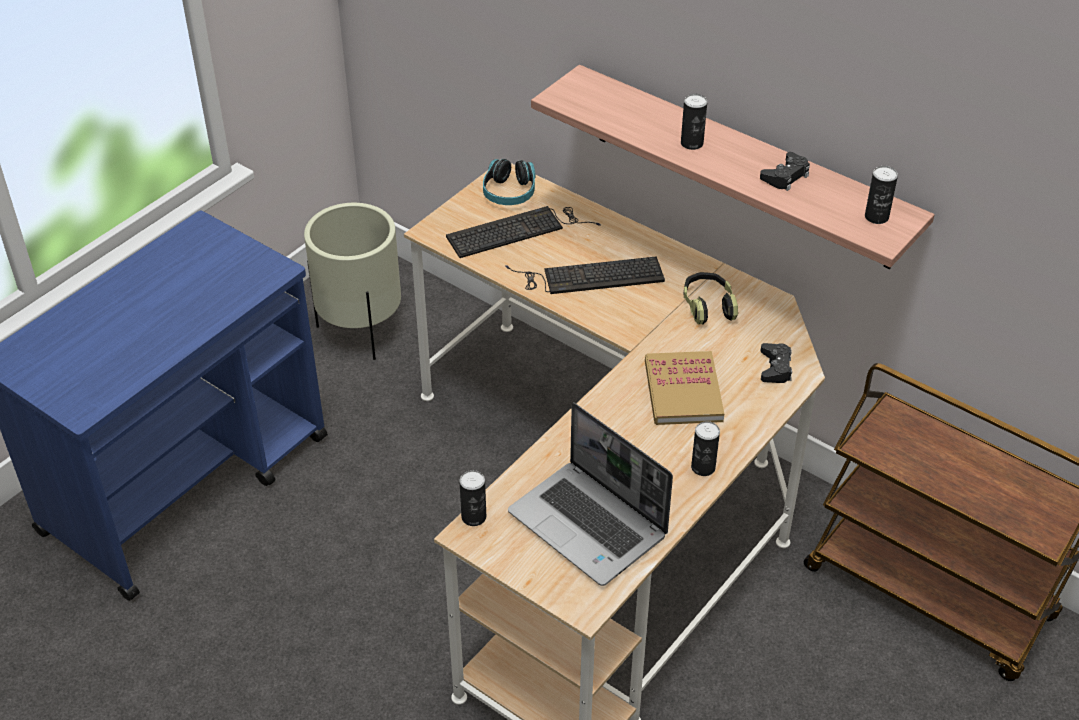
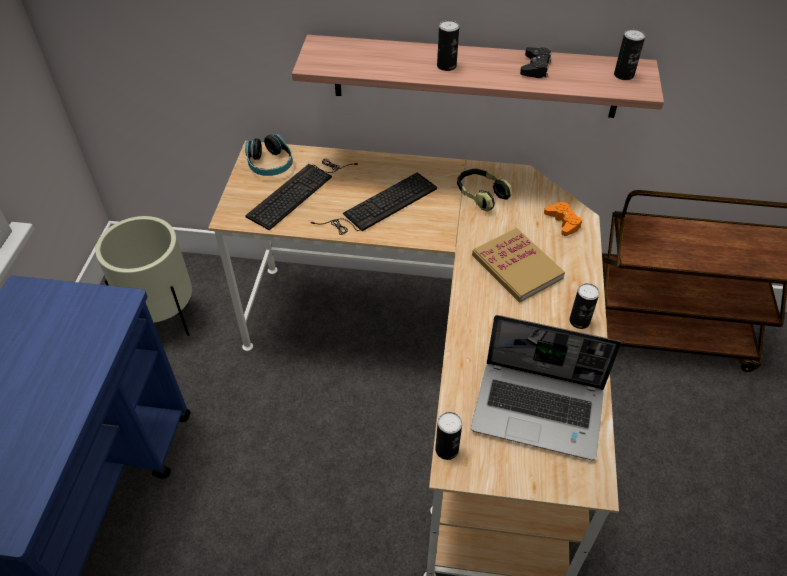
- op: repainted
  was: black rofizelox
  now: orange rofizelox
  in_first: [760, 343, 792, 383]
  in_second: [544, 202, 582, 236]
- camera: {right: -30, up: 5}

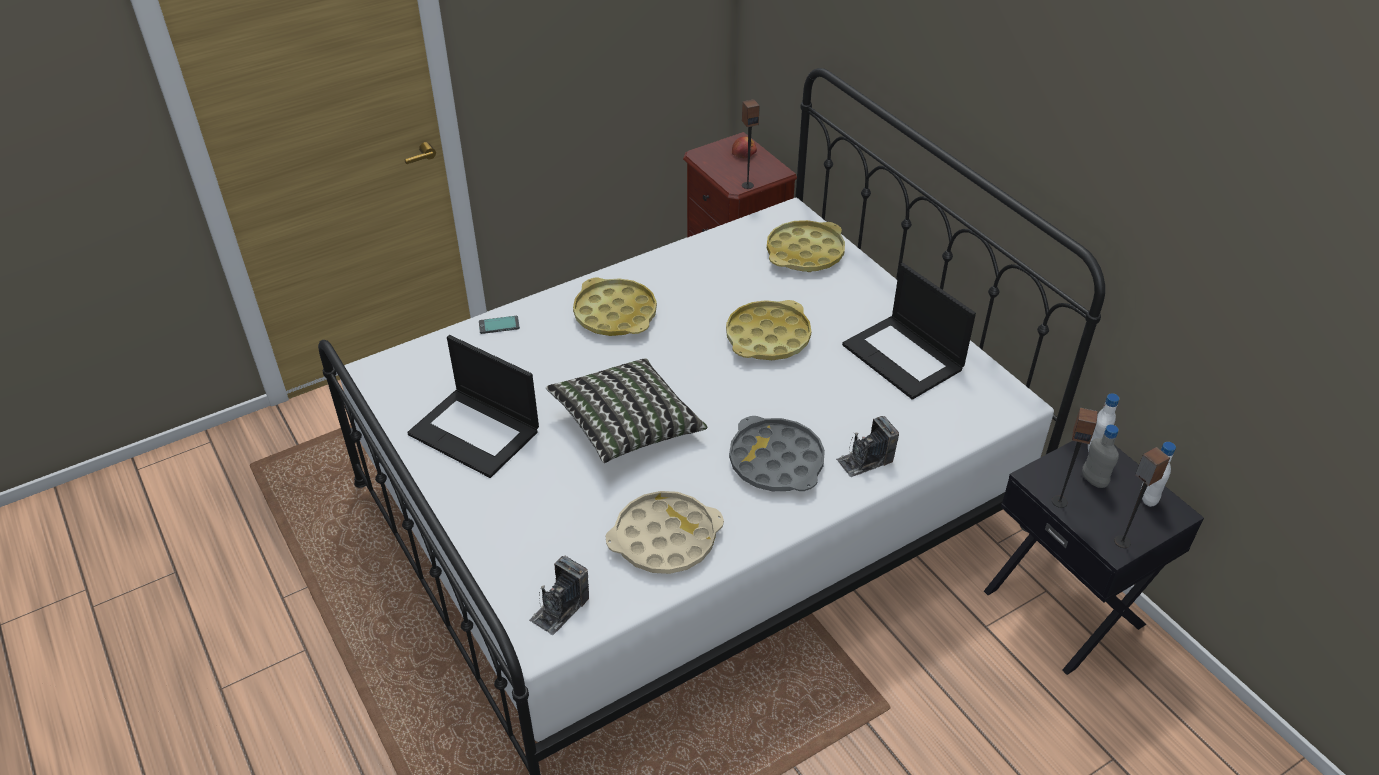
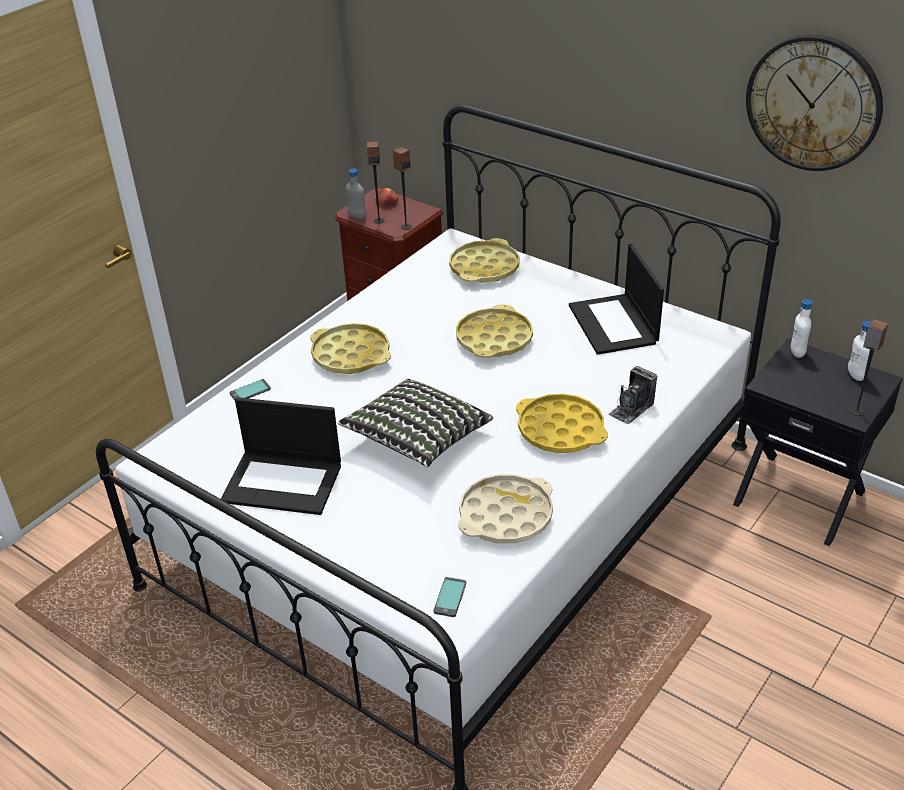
- op: swapped
  was: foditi
  now: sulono
  in_first: [529, 555, 589, 635]
  in_second: [434, 577, 466, 617]
- op: repainted
  was: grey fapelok
  now: yellow fapelok
  in_first: [729, 416, 825, 491]
  in_second: [516, 394, 608, 453]
- op: rotated
  was: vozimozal
  in_first: [842, 263, 976, 400]
  in_second: [569, 244, 664, 355]
  clockwise: 45
- op: shifted
  was: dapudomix
  in_first: [1052, 408, 1098, 508]
  in_second: [367, 141, 384, 224]
- op: shifted
  was: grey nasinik
  in_first: [1082, 425, 1119, 488]
  in_second: [345, 168, 366, 219]
- op: new
  now: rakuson
  in_second: [746, 35, 883, 171]
- camera: {right: -20, up: -5}

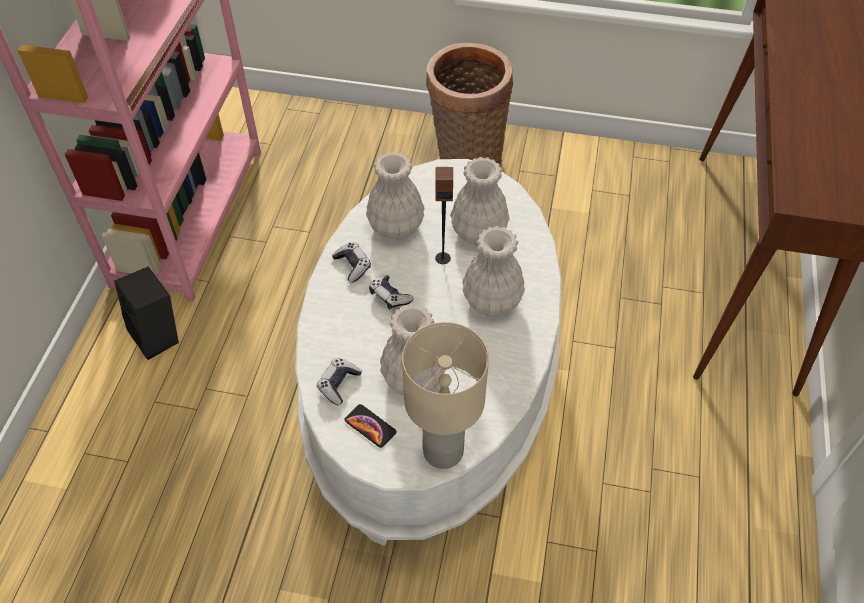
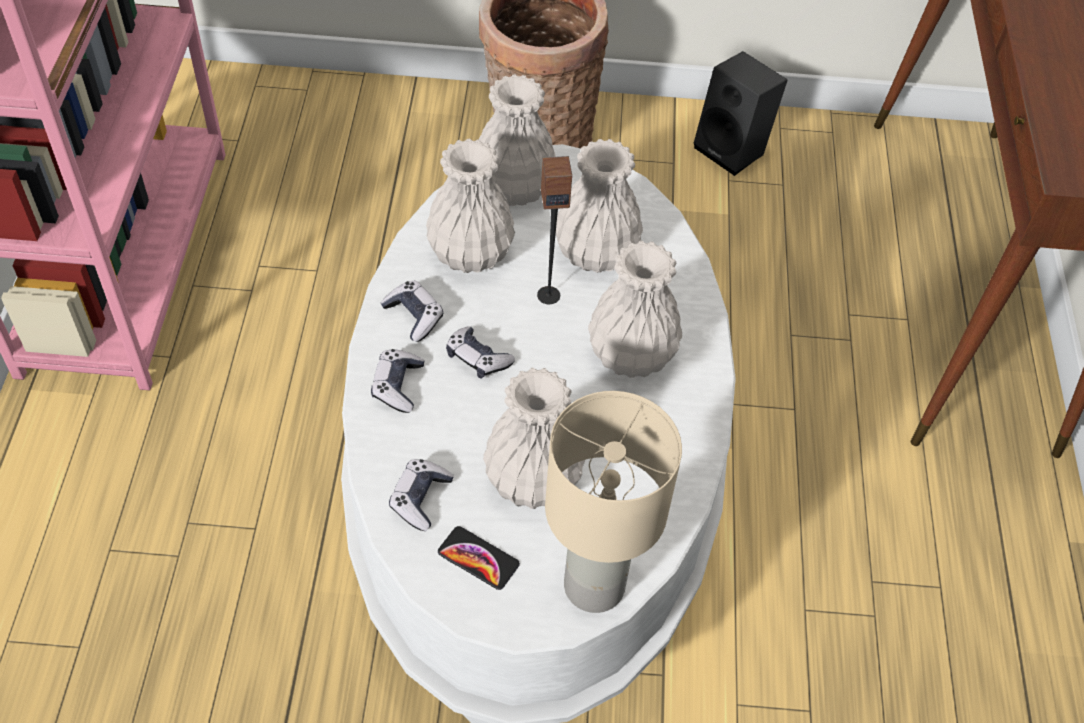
- op: shifted
  was: black dapudomix
  in_first: [114, 266, 179, 360]
  in_second: [694, 51, 788, 176]
- op: new
  now: rofizelox
  in_second: [371, 349, 425, 413]
- op: new
  now: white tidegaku
  in_second: [479, 74, 556, 206]
- camera: {right: -10, up: 0}

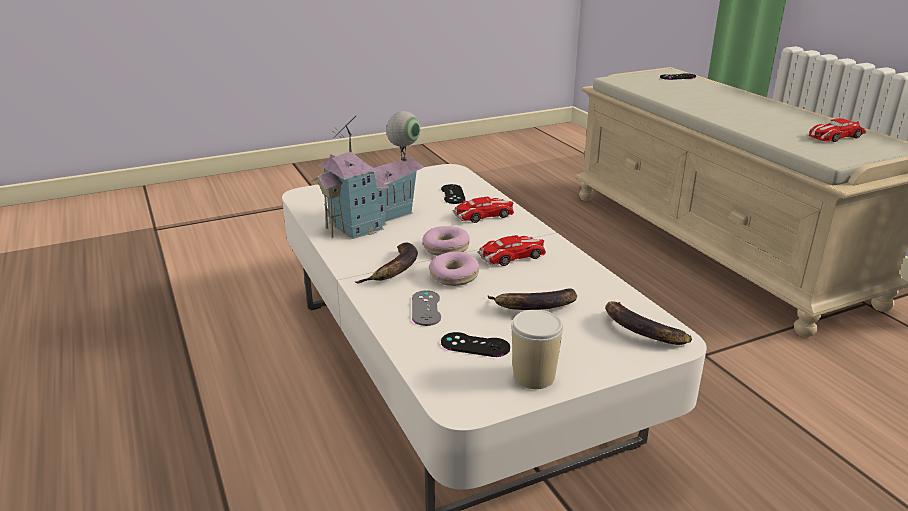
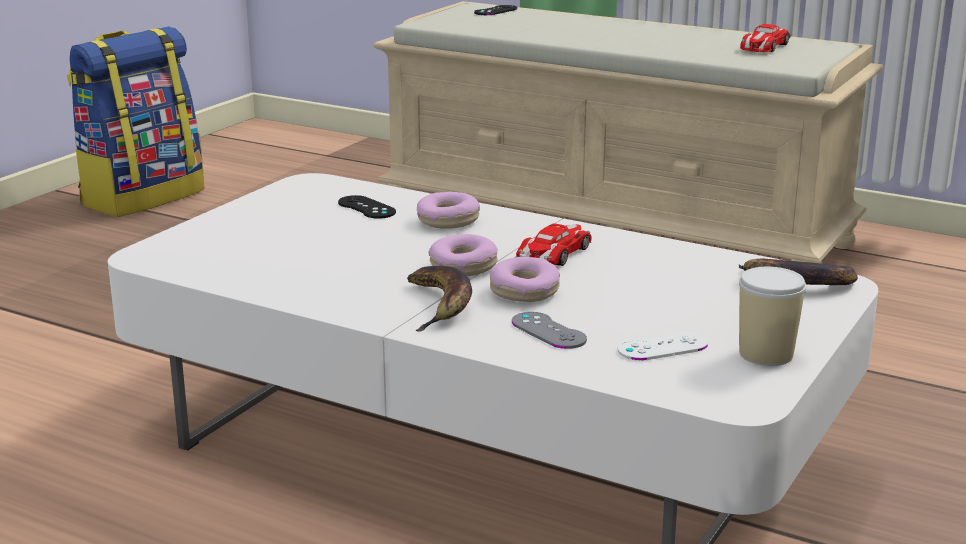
- op: gone
  was: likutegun
  in_first: [312, 111, 424, 239]
- op: repainted
  was: black rofizelox
  now: white rofizelox
  in_first: [441, 332, 510, 357]
  in_second: [618, 332, 708, 361]
- op: swapped
  was: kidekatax
  now: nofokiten
  in_first: [453, 197, 514, 223]
  in_second: [417, 192, 480, 229]
- op: gone
  was: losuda
  in_first: [487, 288, 577, 310]
- op: new
  now: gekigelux
  in_second: [67, 27, 204, 217]
- camera: {right: -35, up: -5}

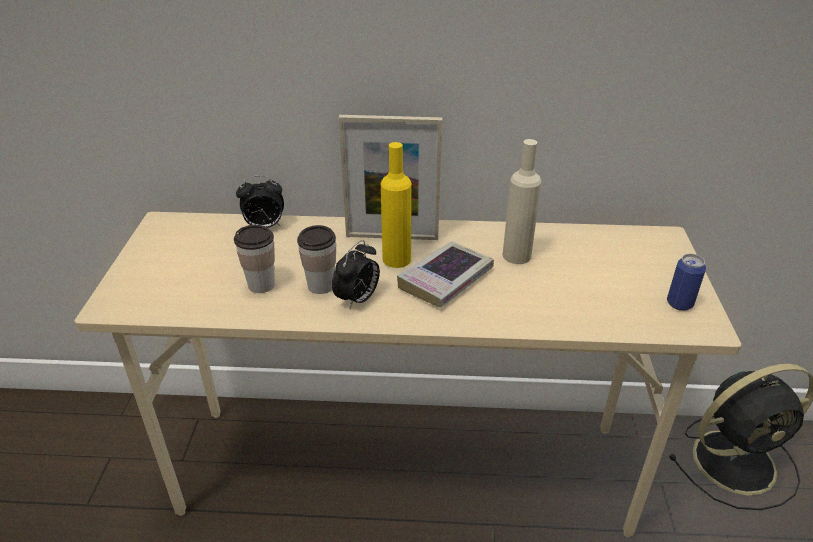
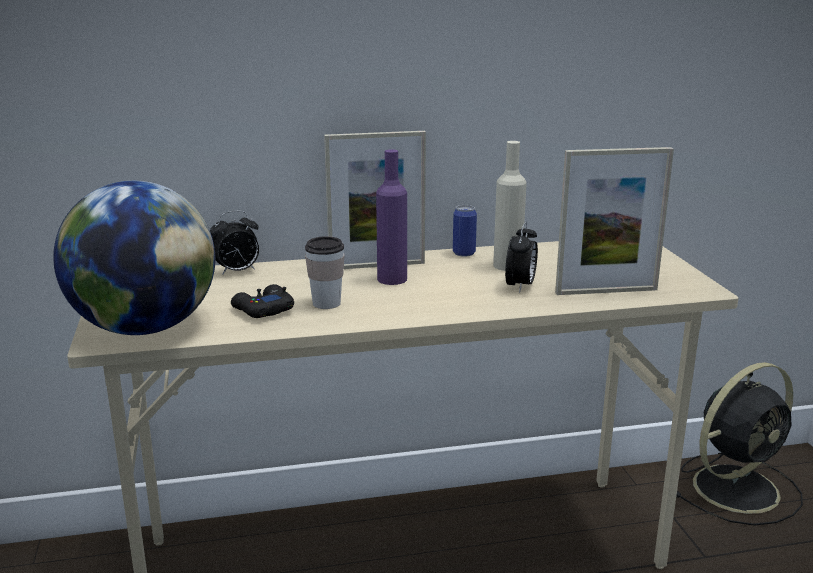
- op: swapped
  was: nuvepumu
  now: black rofizelox
  in_first: [234, 225, 275, 293]
  in_second: [231, 284, 294, 318]
- op: shifted
  was: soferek
  in_first: [332, 240, 380, 309]
  in_second: [505, 221, 538, 293]
- op: repainted
  was: yellow nasinik
  now: purple nasinik
  in_first: [381, 142, 412, 268]
  in_second: [376, 149, 407, 285]
- op: gone
  was: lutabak
  in_first: [397, 241, 494, 308]
- op: shifted
  was: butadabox
  in_first: [667, 254, 706, 311]
  in_second: [453, 205, 477, 257]
- op: new
  now: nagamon
  in_second: [53, 181, 215, 335]
- op: new
  now: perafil
  in_second: [555, 147, 674, 295]
- camera: {right: -15, up: -15}

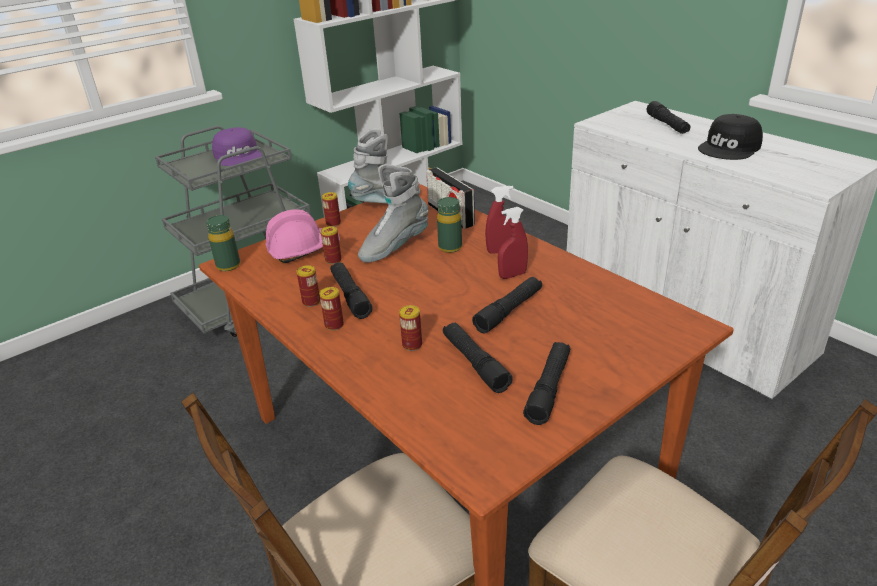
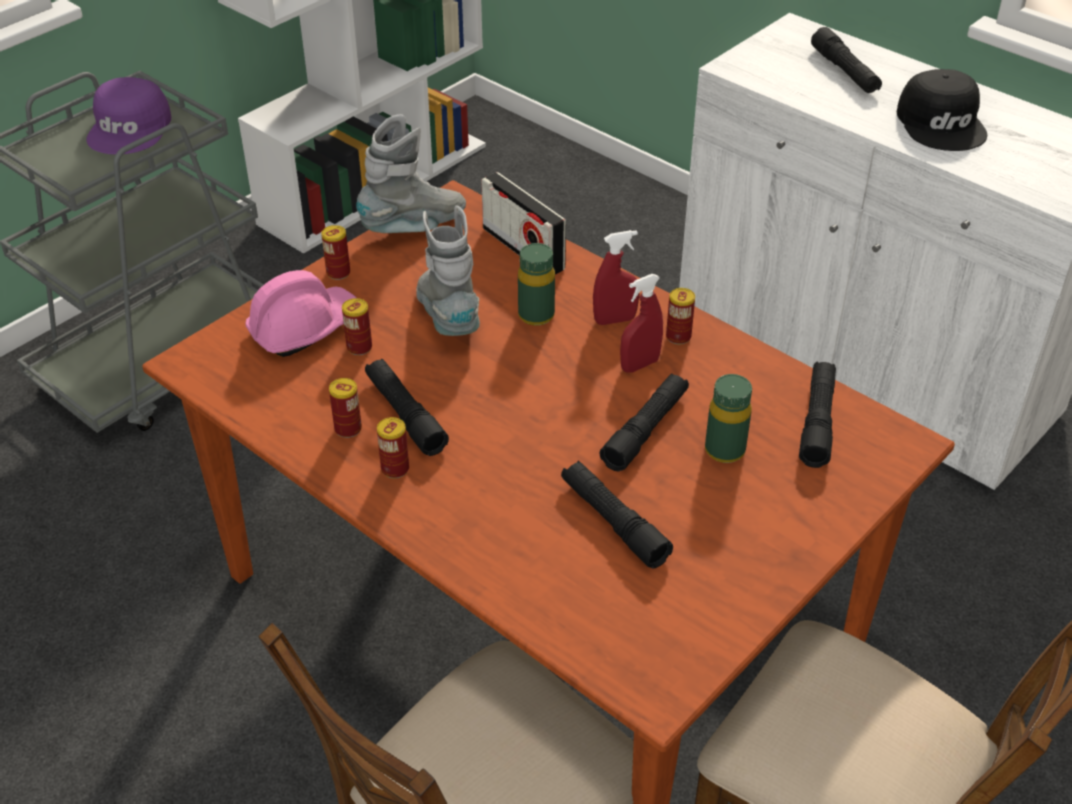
- op: shifted
  was: green nasinik
  in_first: [206, 215, 240, 271]
  in_second: [705, 374, 752, 463]
- op: rotated
  was: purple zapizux
  in_first: [212, 127, 262, 166]
  in_second: [86, 77, 171, 155]
  clockwise: 45
- op: rotated
  was: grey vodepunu
  in_first: [358, 164, 429, 263]
  in_second: [416, 205, 480, 336]
  clockwise: 120
- op: shifted
  was: butadabox
  in_first: [399, 305, 422, 351]
  in_second: [666, 288, 695, 345]
- op: shifted
  was: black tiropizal
  in_first: [523, 342, 570, 425]
  in_second: [799, 361, 836, 468]
- op: rotated
  was: black zapizux
  in_first: [698, 114, 763, 160]
  in_second: [897, 69, 987, 151]
  clockwise: -45
- camera: {right: -10, up: 10}

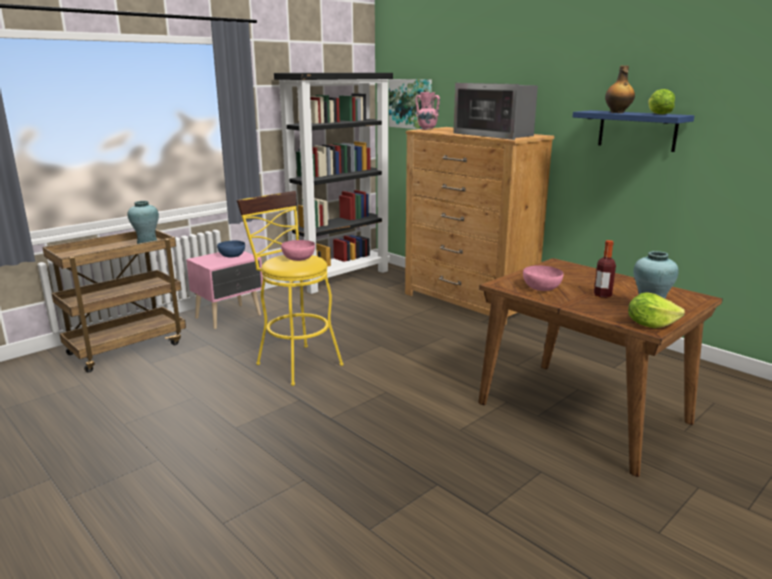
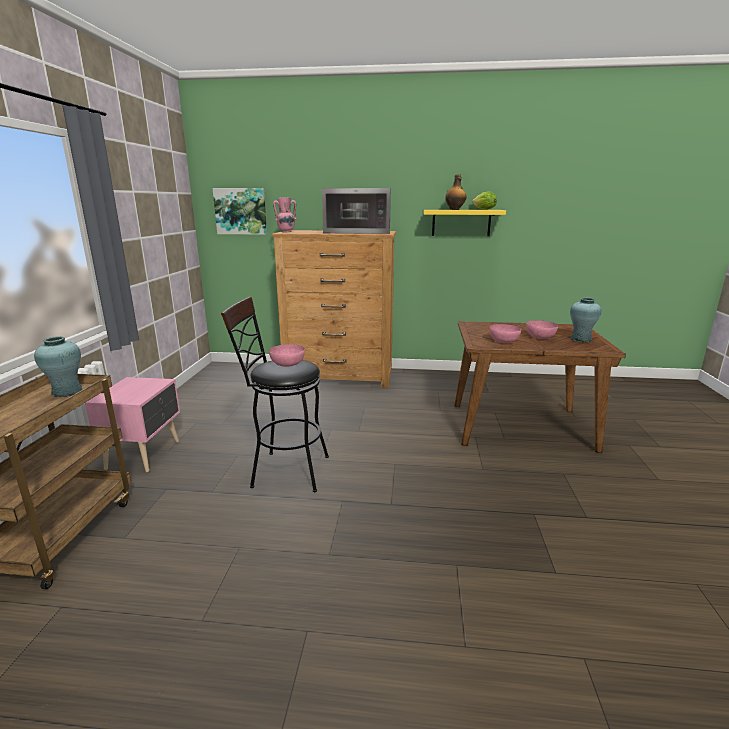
- op: gone
  was: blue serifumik
  in_first: [217, 240, 245, 258]
- op: repainted
  was: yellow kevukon
  now: black kevukon
  in_first: [237, 191, 344, 386]
  in_second: [221, 297, 329, 492]
- op: gone
  was: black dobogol
  in_first: [274, 73, 393, 294]
- op: repainted
  was: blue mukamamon
  now: yellow mukamamon
  in_first: [572, 110, 695, 152]
  in_second: [424, 210, 506, 236]
- op: swapped
  was: nasinik
  now: pink serifumik
  in_first: [594, 240, 616, 298]
  in_second: [526, 320, 558, 339]
- op: gone
  was: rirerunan
  in_first: [628, 292, 685, 328]
- camera: {right: -40, up: 0}

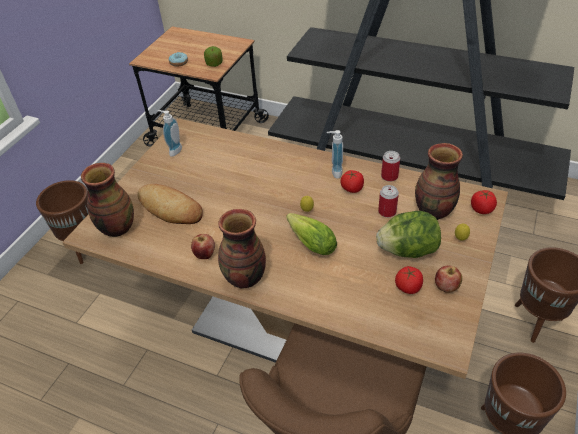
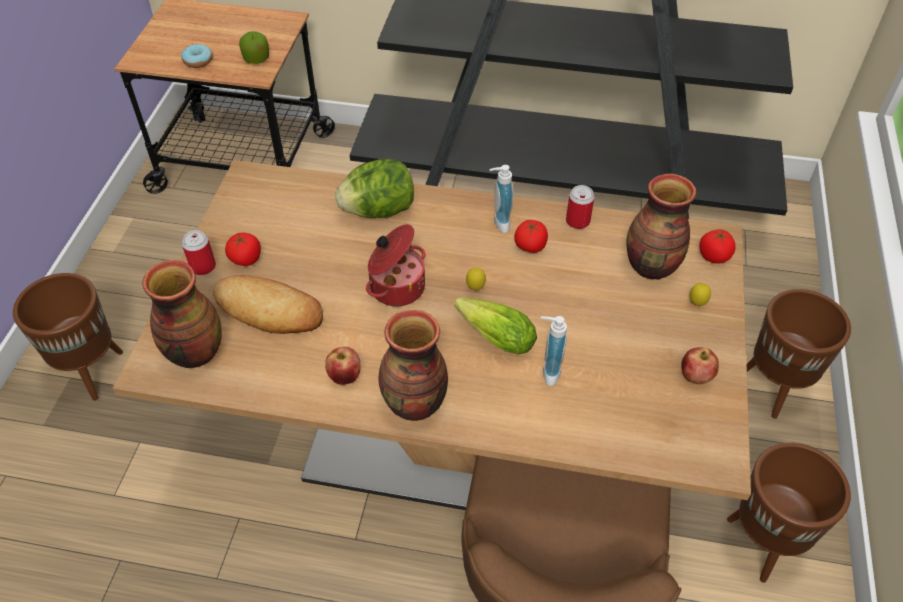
- op: shifted
  was: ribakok
  in_first: [157, 110, 182, 157]
  in_second: [541, 316, 567, 386]
- op: shifted
  was: rirerunan
  in_first: [376, 211, 441, 258]
  in_second: [335, 158, 414, 218]
- op: shifted
  was: butadabox
  in_first: [378, 185, 399, 217]
  in_second: [182, 230, 216, 275]
- op: shifted
  was: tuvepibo
  in_first: [395, 266, 423, 294]
  in_second: [225, 233, 261, 266]
- op: new
  now: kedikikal
  in_second: [366, 224, 426, 306]
- camera: {right: -15, up: 5}

